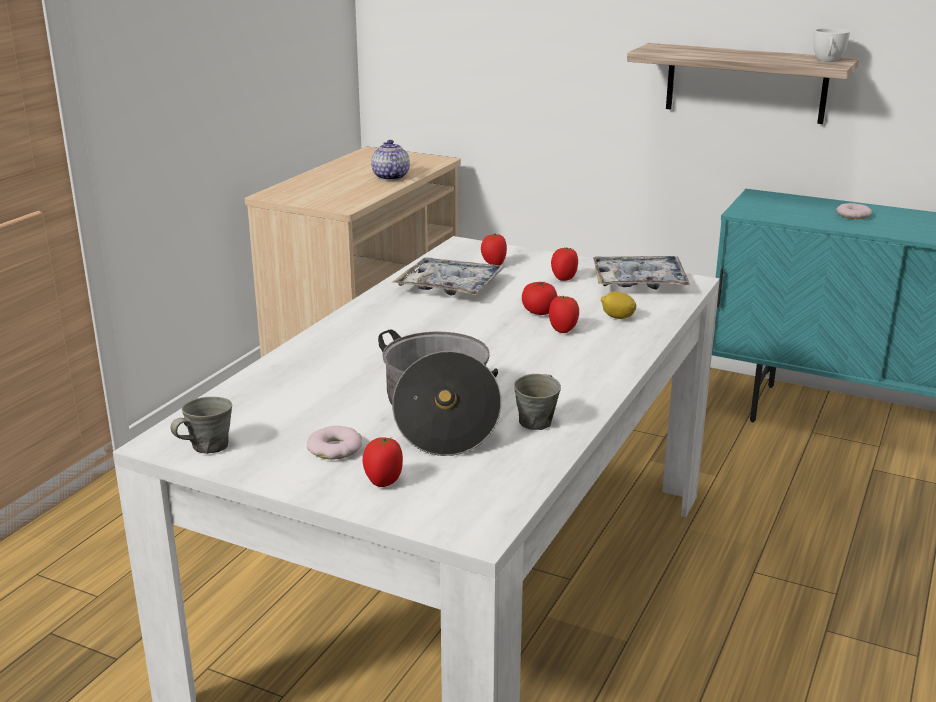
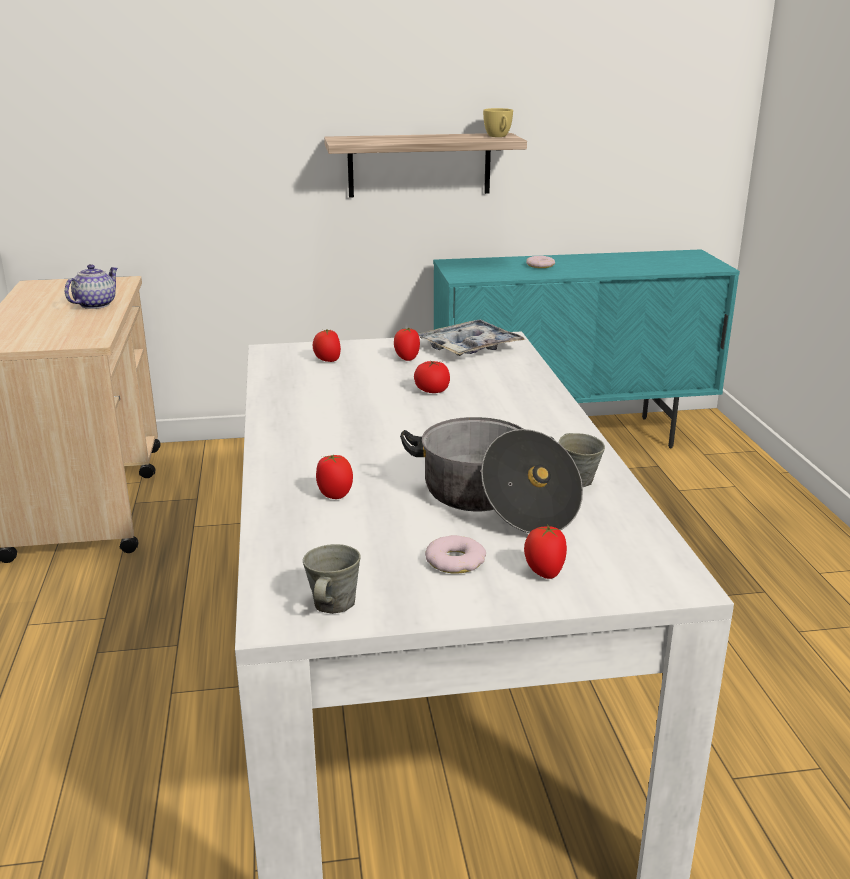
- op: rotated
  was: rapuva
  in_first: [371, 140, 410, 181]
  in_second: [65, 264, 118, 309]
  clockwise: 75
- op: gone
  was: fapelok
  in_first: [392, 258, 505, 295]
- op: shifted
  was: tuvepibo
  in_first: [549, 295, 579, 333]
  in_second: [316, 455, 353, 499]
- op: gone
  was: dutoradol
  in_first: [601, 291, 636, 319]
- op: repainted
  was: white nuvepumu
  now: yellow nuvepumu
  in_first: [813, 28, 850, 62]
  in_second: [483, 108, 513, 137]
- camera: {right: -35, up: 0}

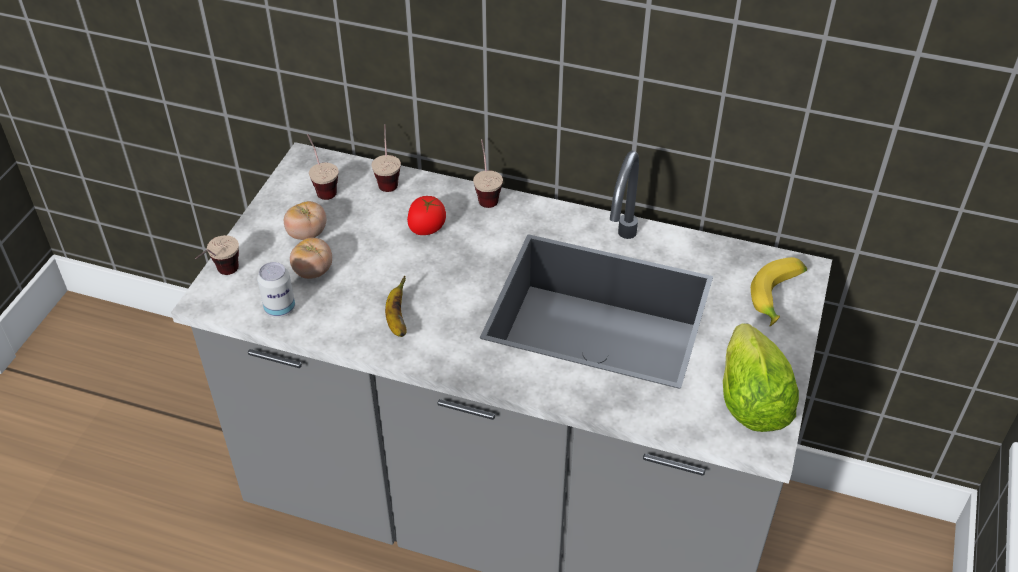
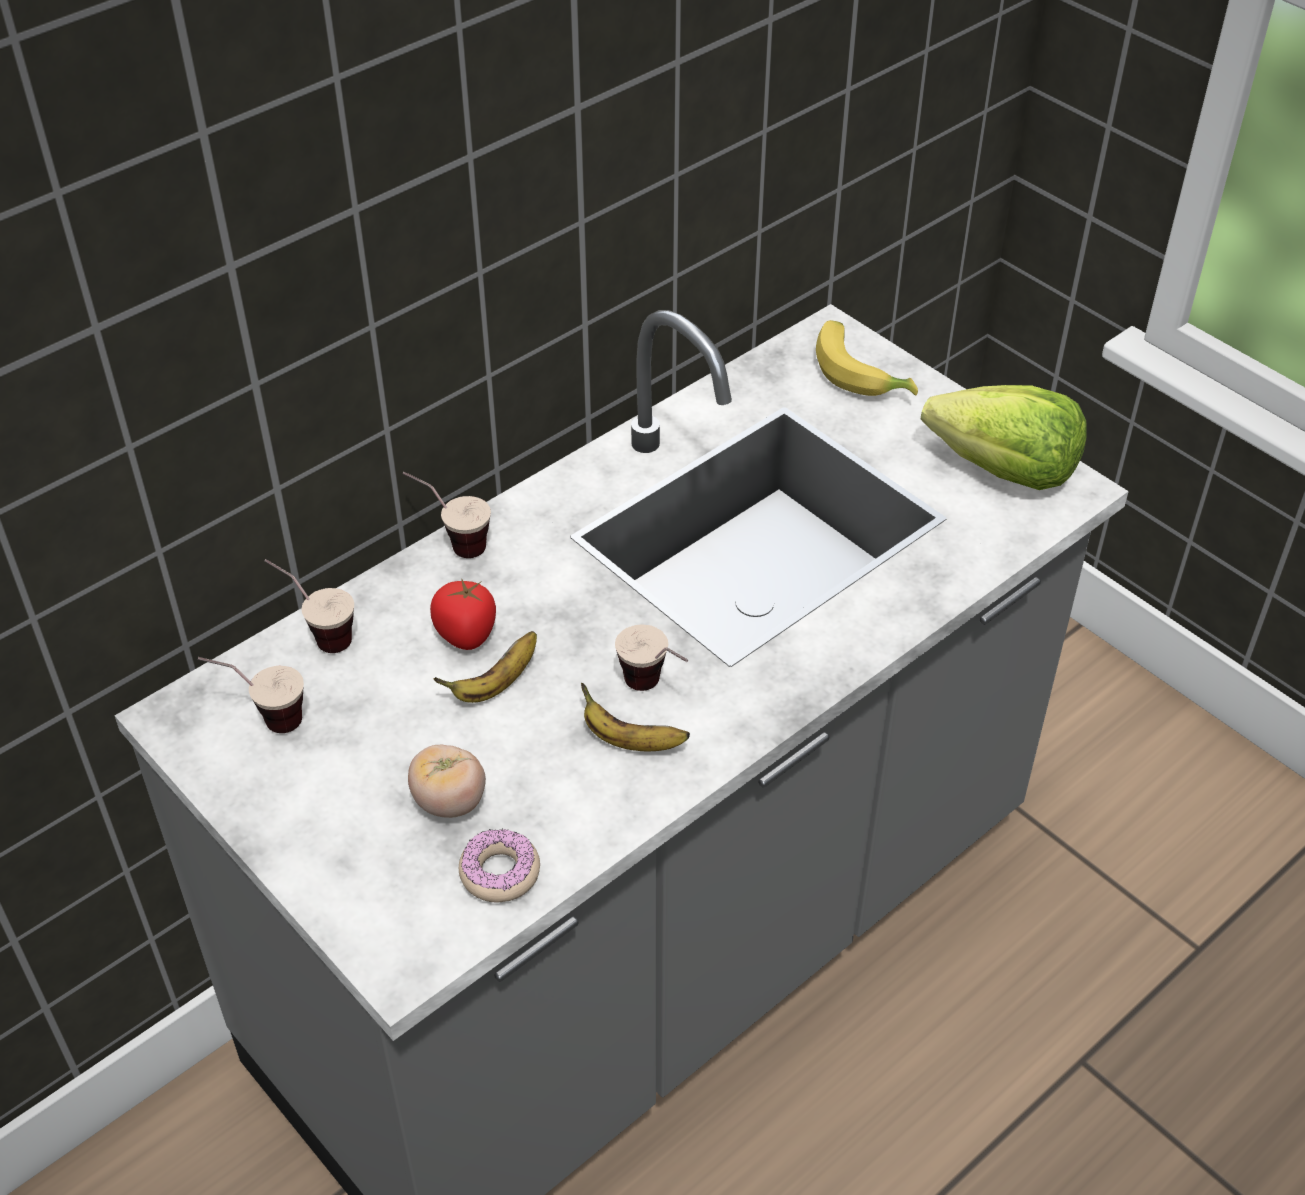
- op: shifted
  was: nuvepumu
  in_first: [195, 235, 239, 275]
  in_second: [615, 624, 688, 691]
- op: swapped
  was: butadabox
  now: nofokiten
  in_first: [257, 262, 295, 318]
  in_second: [459, 828, 540, 903]
- op: gone
  was: tuvepibo
  in_first: [284, 201, 326, 240]
- op: new
  now: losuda
  in_second: [433, 631, 537, 703]
- camera: {right: -60, up: 0}

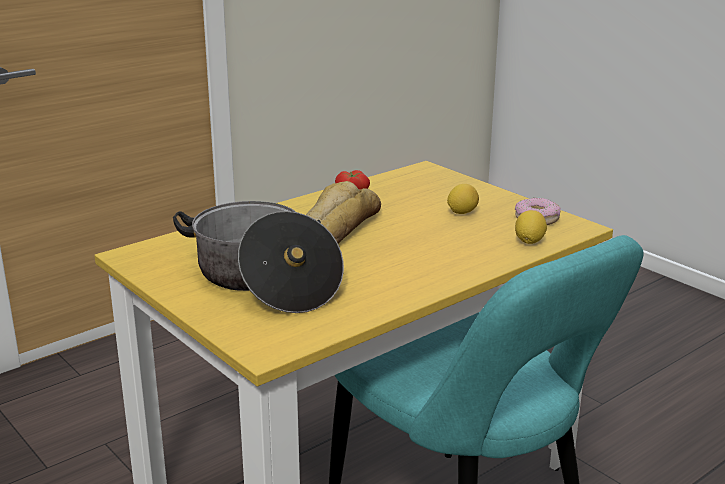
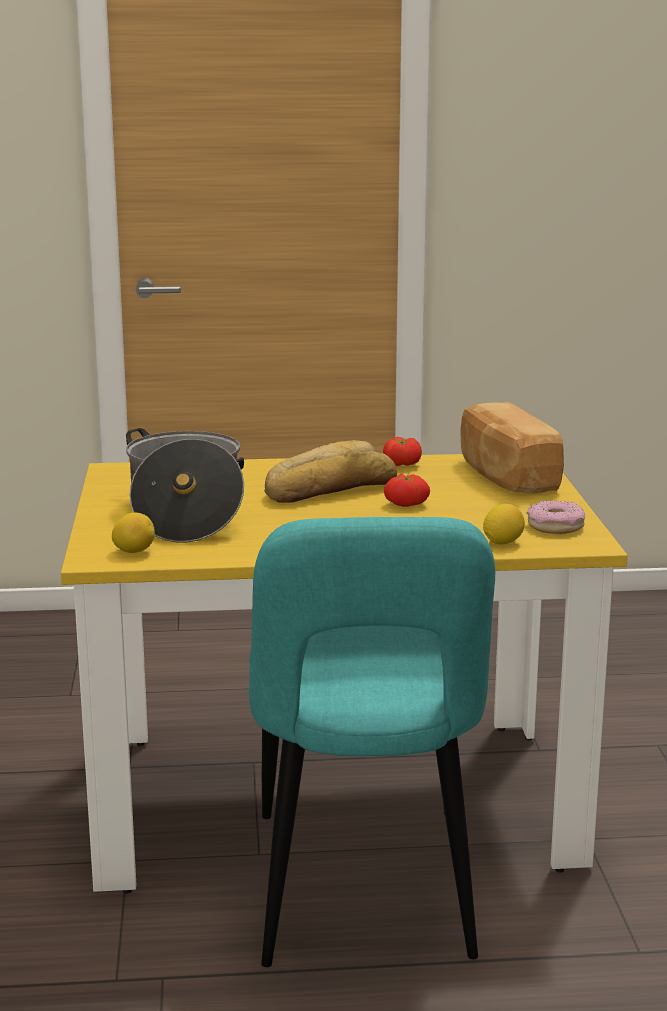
- op: shifted
  was: dutoradol
  in_first: [447, 184, 479, 214]
  in_second: [112, 513, 155, 553]
- op: new
  now: tuvepibo
  in_second: [384, 474, 430, 507]
- op: new
  now: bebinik
  in_second: [460, 401, 564, 494]
- camera: {right: 35, up: -5}

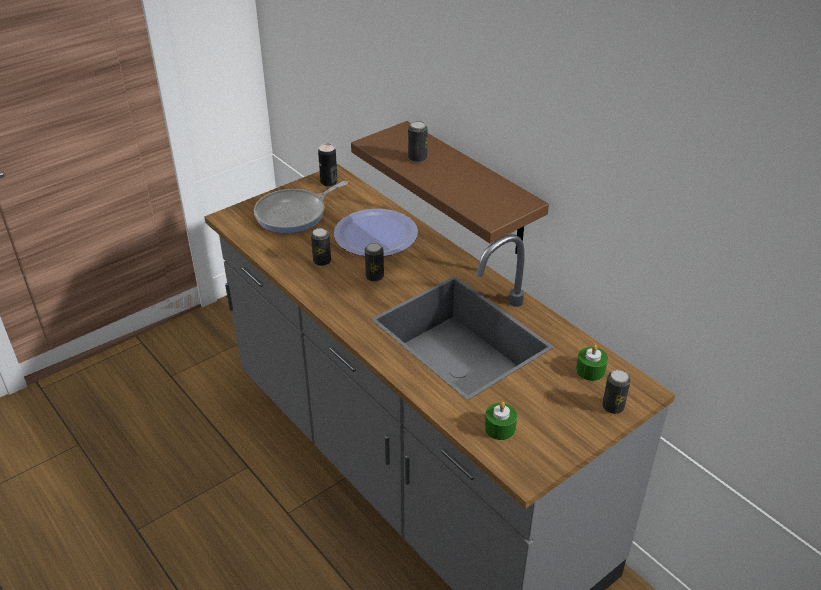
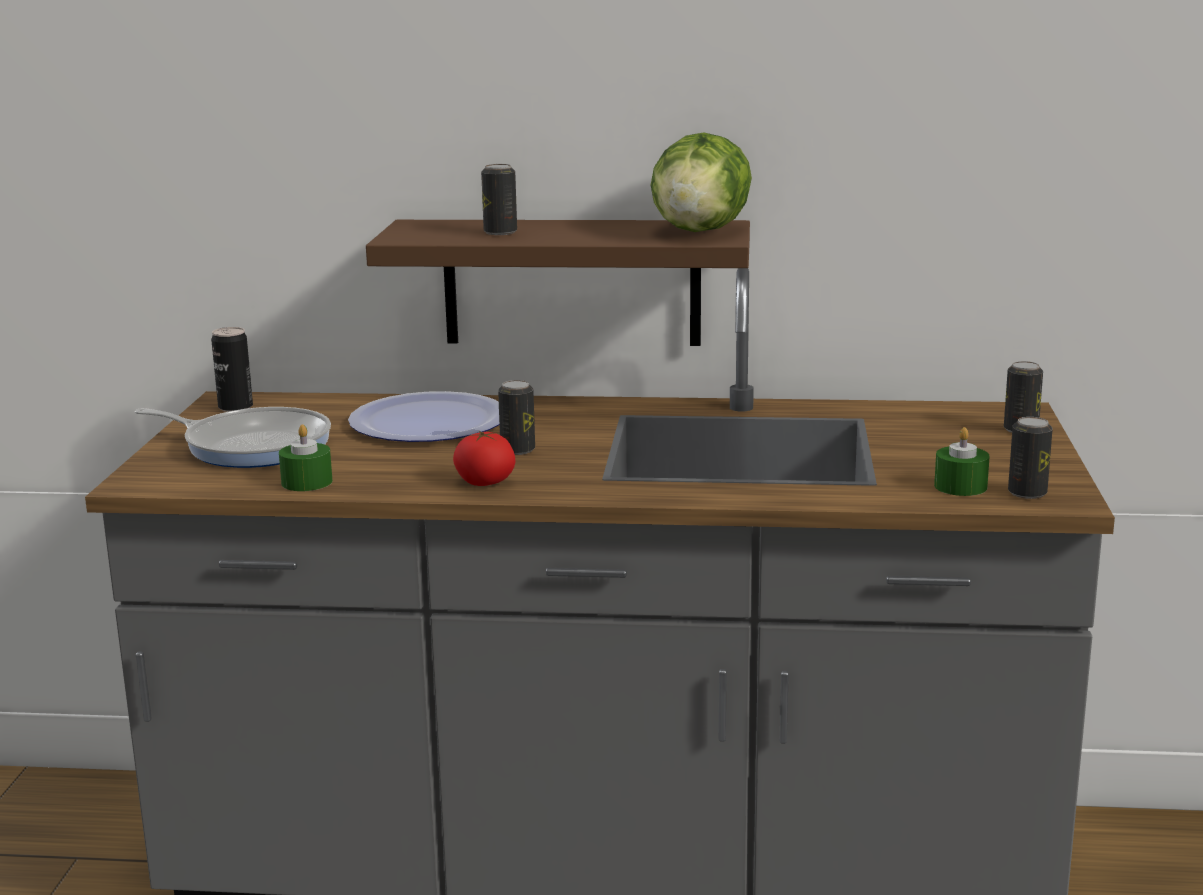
- op: rotated
  was: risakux
  in_first: [254, 181, 348, 233]
  in_second: [134, 407, 331, 468]
  clockwise: -75
- op: shifted
  was: butadabox
  in_first: [311, 228, 331, 266]
  in_second: [1008, 417, 1053, 499]
- op: shifted
  was: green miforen
  in_first: [576, 345, 608, 381]
  in_second: [279, 424, 332, 491]
- op: new
  now: tuvepibo
  in_second: [453, 431, 515, 486]
- op: new
  now: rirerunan
  in_second: [651, 132, 752, 232]
- camera: {right: -45, up: -20}

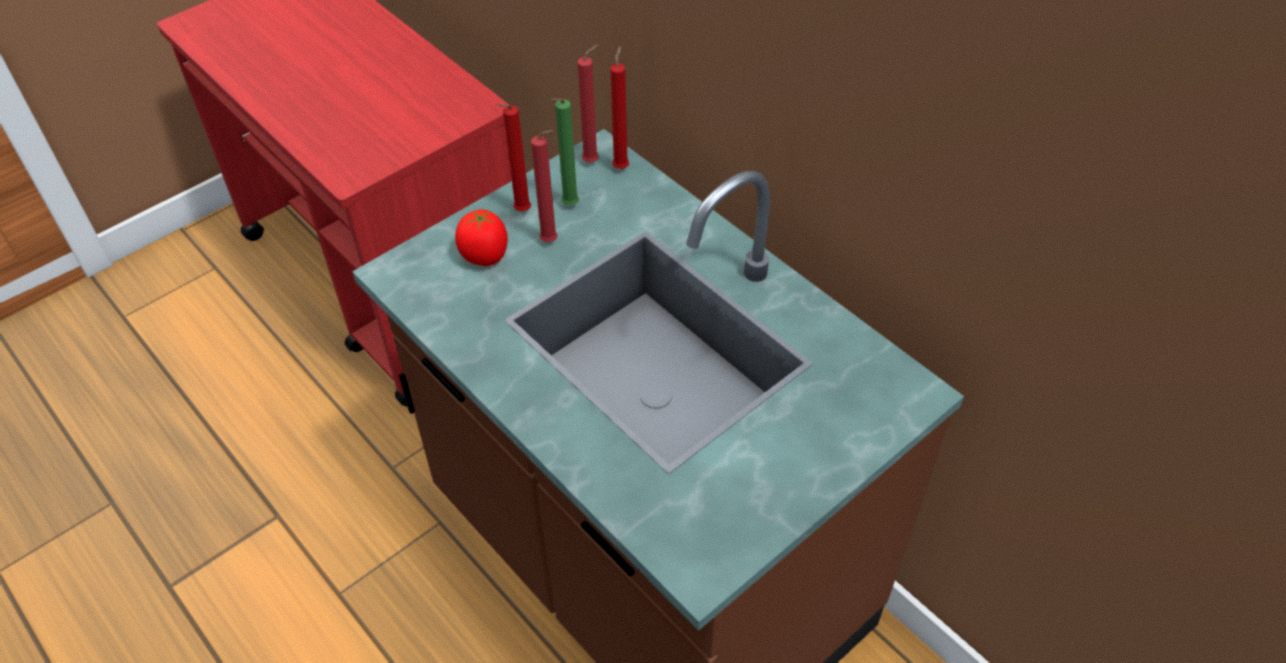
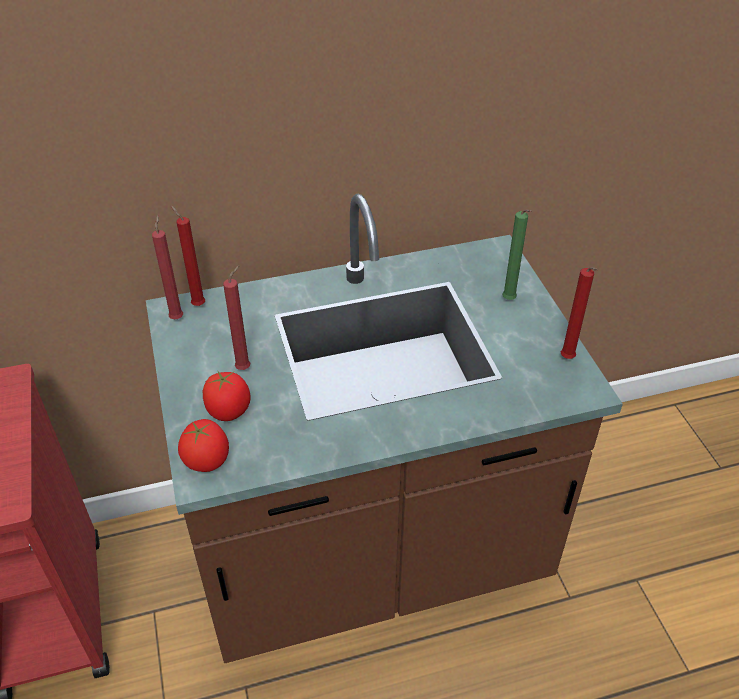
- op: shifted
  was: red miforen
  in_first: [497, 104, 531, 211]
  in_second: [561, 267, 598, 359]
- op: shifted
  was: green miforen
  in_first: [551, 98, 579, 205]
  in_second: [502, 209, 531, 300]
- op: new
  now: tuvepibo
  in_second: [178, 419, 229, 472]
- camera: {right: -65, up: -5}

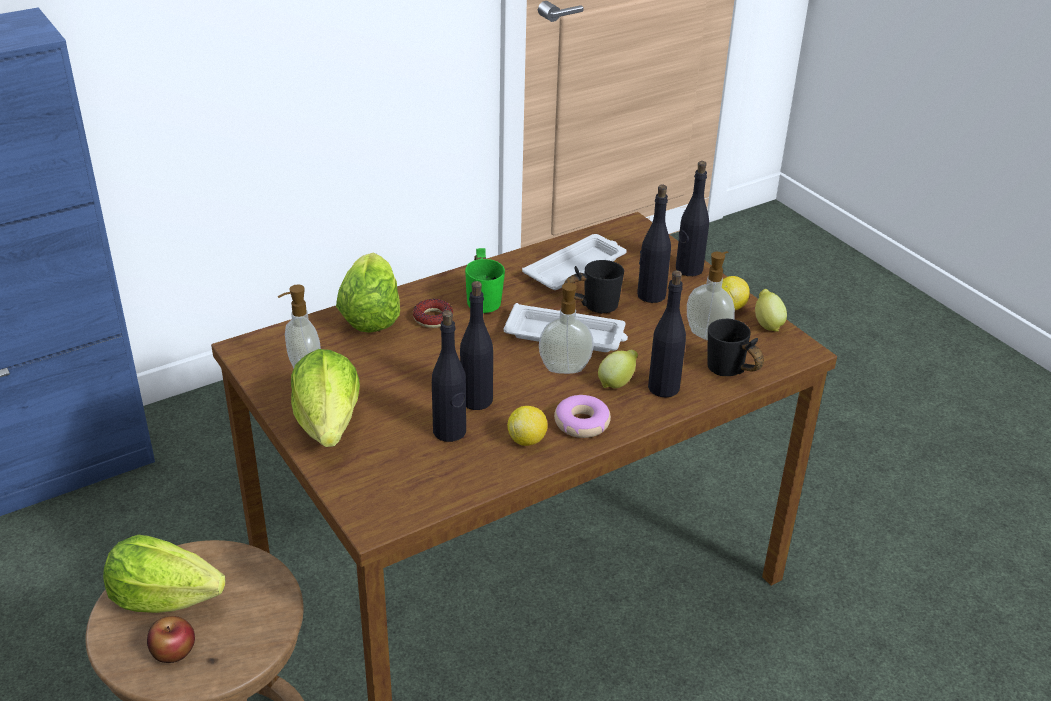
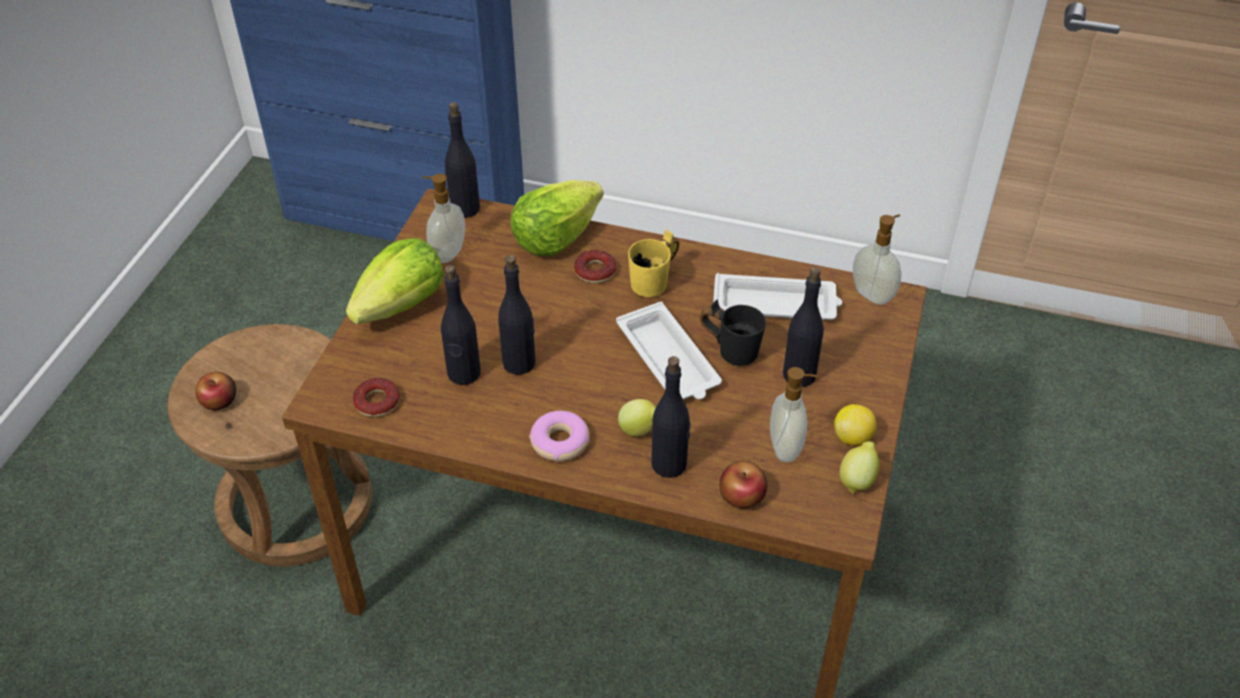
- op: gone
  was: rirerunan
  in_first: [103, 535, 226, 613]
- op: repainted
  was: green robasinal
  now: yellow robasinal
  in_first: [465, 248, 505, 313]
  in_second: [628, 230, 679, 297]
- op: gone
  was: dutoradol
  in_first: [507, 406, 548, 446]
- op: shifted
  was: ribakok
  in_first: [539, 280, 594, 374]
  in_second: [853, 214, 902, 305]
- op: shifted
  was: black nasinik
  in_first: [676, 161, 709, 276]
  in_second: [445, 102, 480, 218]
- op: swapped
  was: black robasinal
  now: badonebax
  in_first: [707, 319, 764, 376]
  in_second: [720, 461, 767, 509]
- op: new
  now: nofokiten
  in_second: [353, 378, 400, 417]
- camera: {right: 50, up: 10}

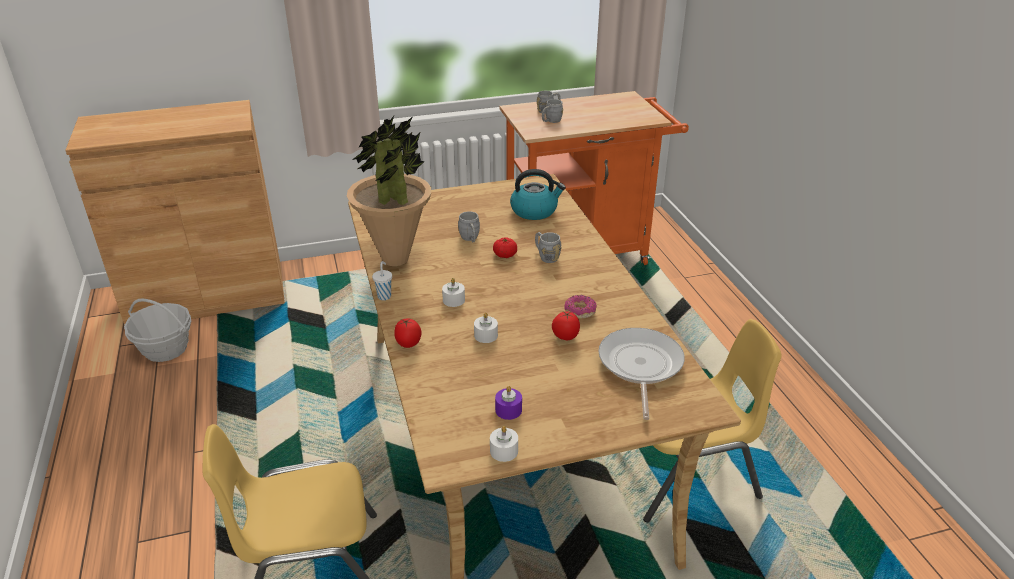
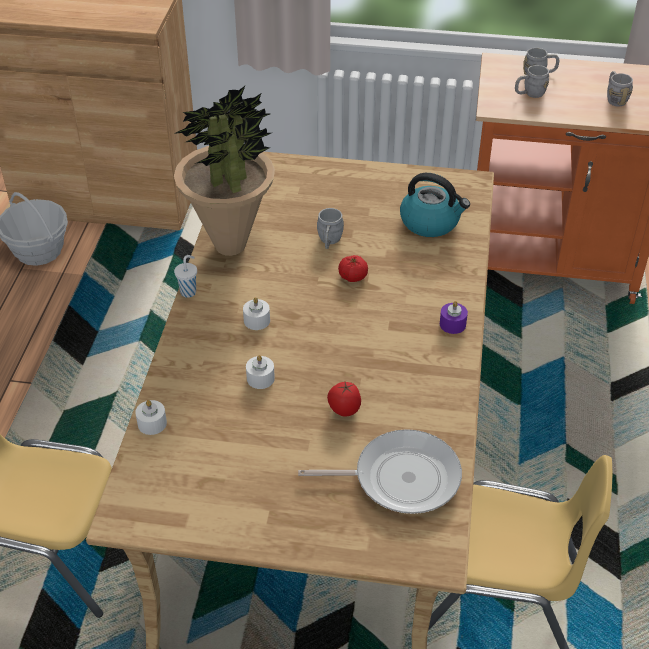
- op: gone
  was: tuvepibo
  in_first: [394, 318, 422, 348]
- op: shifted
  was: white miforen
  in_first: [490, 426, 518, 462]
  in_second: [135, 400, 167, 435]
- op: shifted
  was: purple miforen
  in_first: [495, 386, 522, 420]
  in_second: [440, 301, 468, 334]
- op: shifted
  was: grey robasinal
  in_first: [535, 232, 562, 263]
  in_second: [607, 71, 633, 107]
- op: gone
  was: nofokiten
  in_first: [564, 295, 597, 319]
- op: rotated
  was: risakux
  in_first: [598, 328, 685, 420]
  in_second: [298, 429, 462, 514]
  clockwise: 60
- camera: {right: 25, up: 10}

